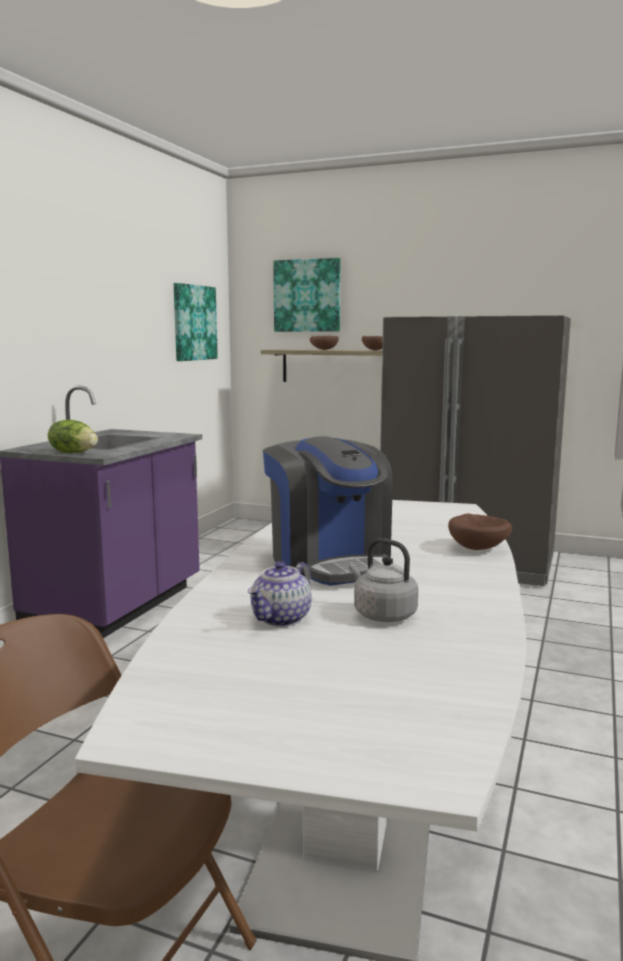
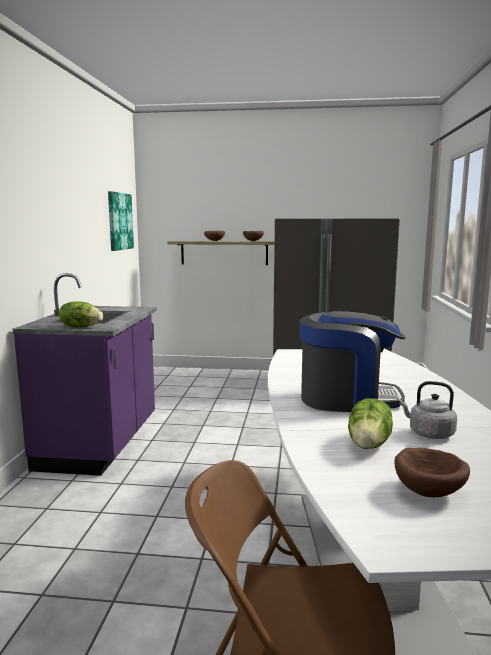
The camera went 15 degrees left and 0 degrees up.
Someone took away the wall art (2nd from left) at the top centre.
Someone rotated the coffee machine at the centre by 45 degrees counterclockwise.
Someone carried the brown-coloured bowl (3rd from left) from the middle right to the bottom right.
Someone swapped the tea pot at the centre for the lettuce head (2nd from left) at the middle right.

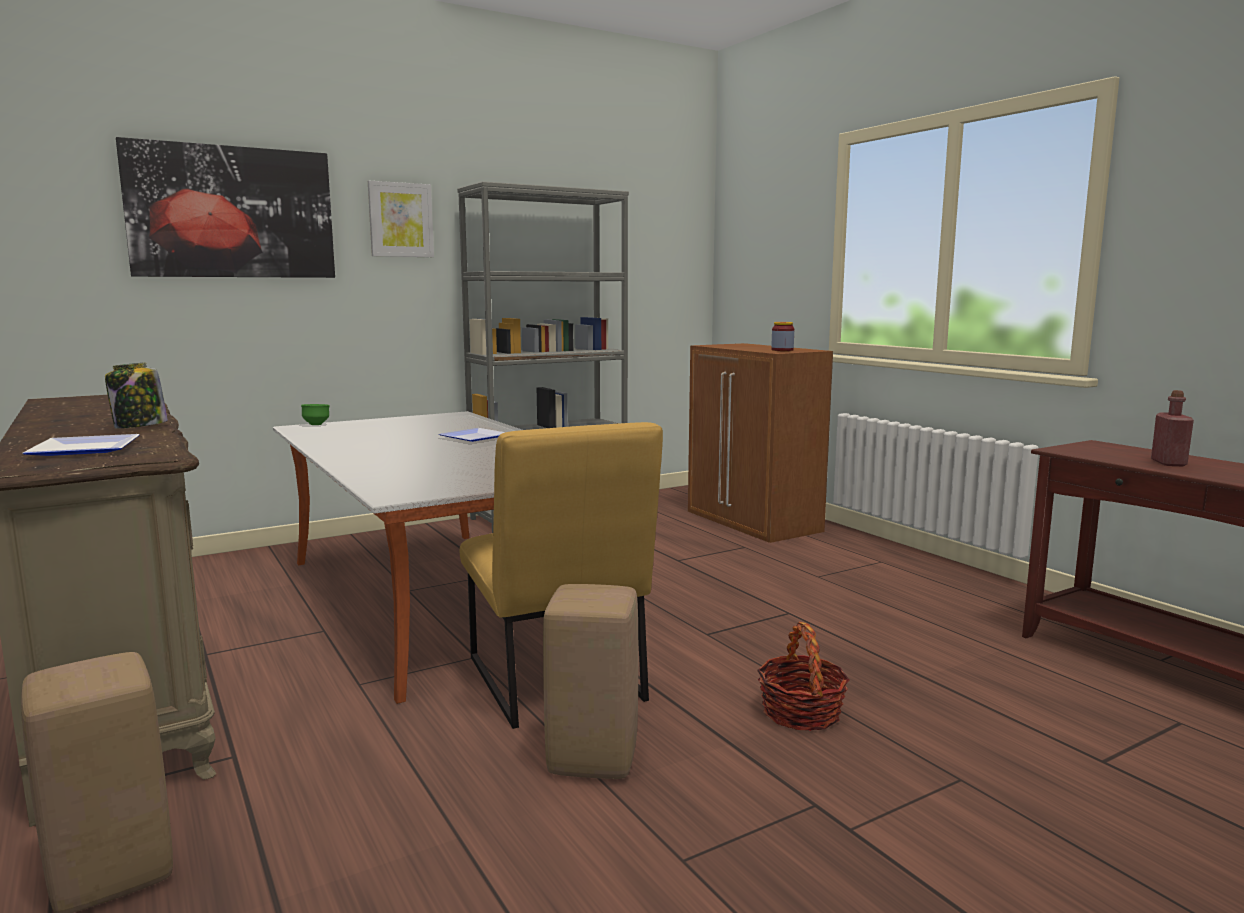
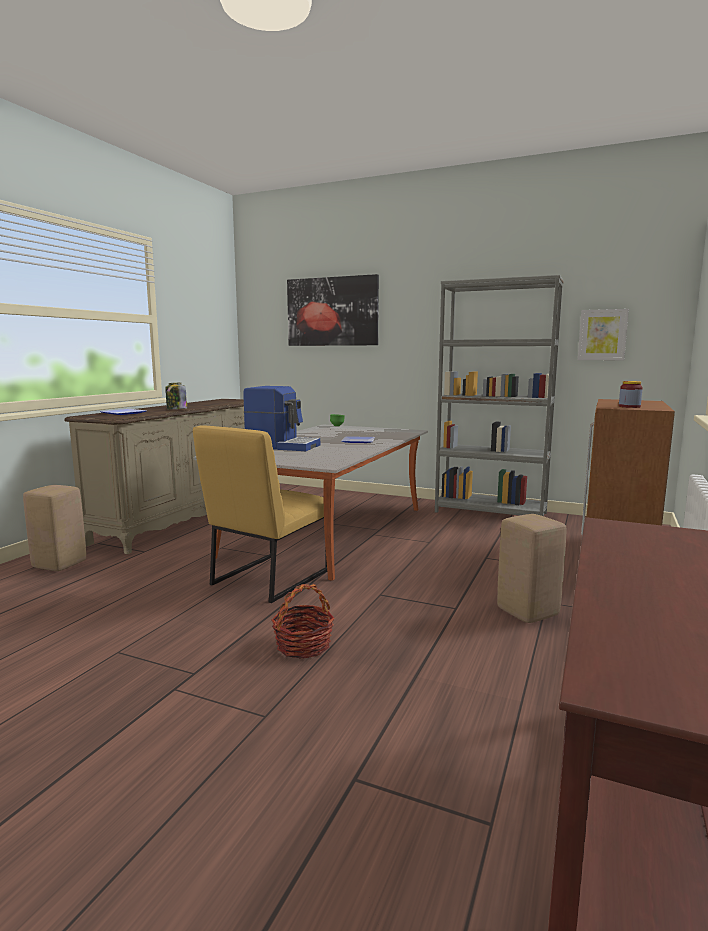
The camera went 55 degrees right and 0 degrees up.
Someone carried the wall art (2nd from left) from the top left to the middle right.
Someone took away the reddish beverage bottle at the middle right.
Someone carried the sand-coloured stool seat (2nd from left) from the bottom centre to the middle right.
Someone put down the coffee machine at the centre.

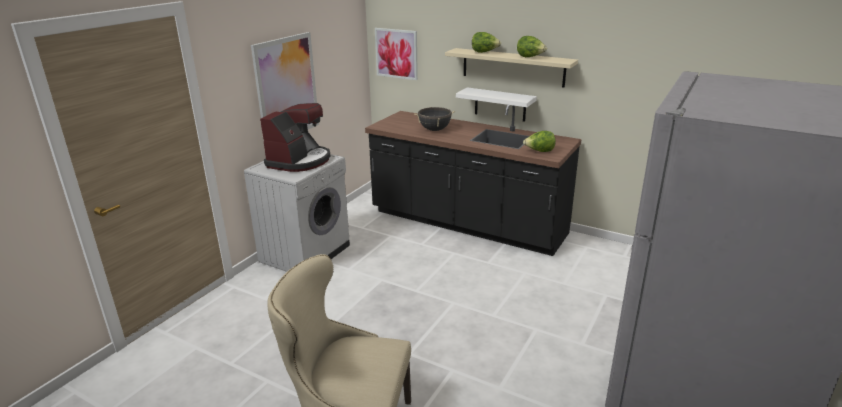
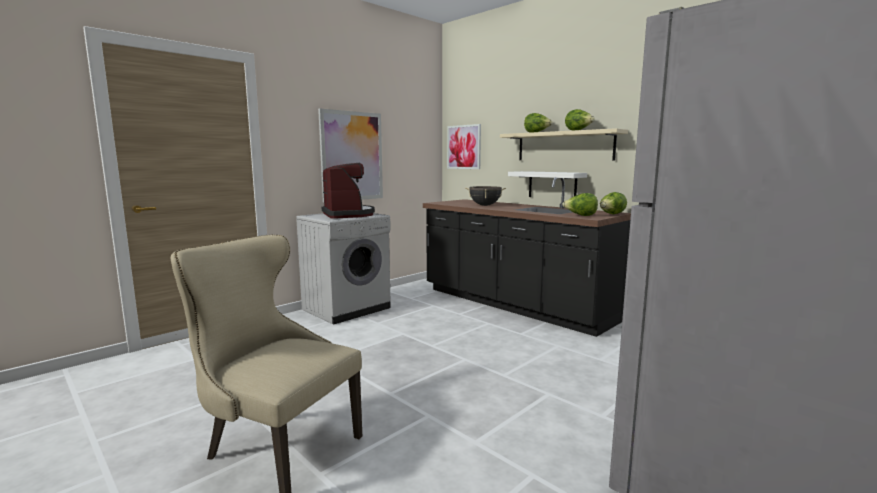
The camera went 15 degrees right and 15 degrees down.
Someone rotated the coffee machine at the centre by 60 degrees counterclockwise.
Someone put down the lettuce head (4th from left) at the middle right.

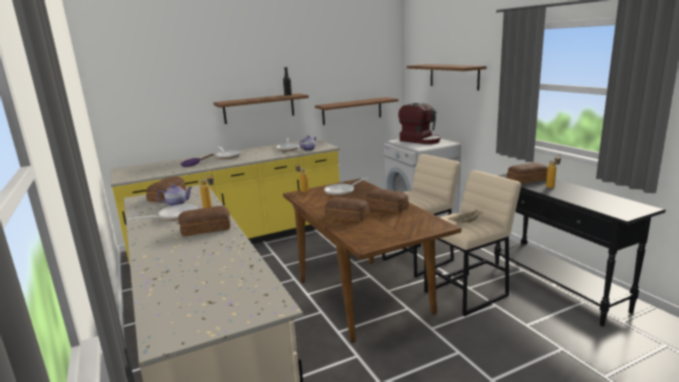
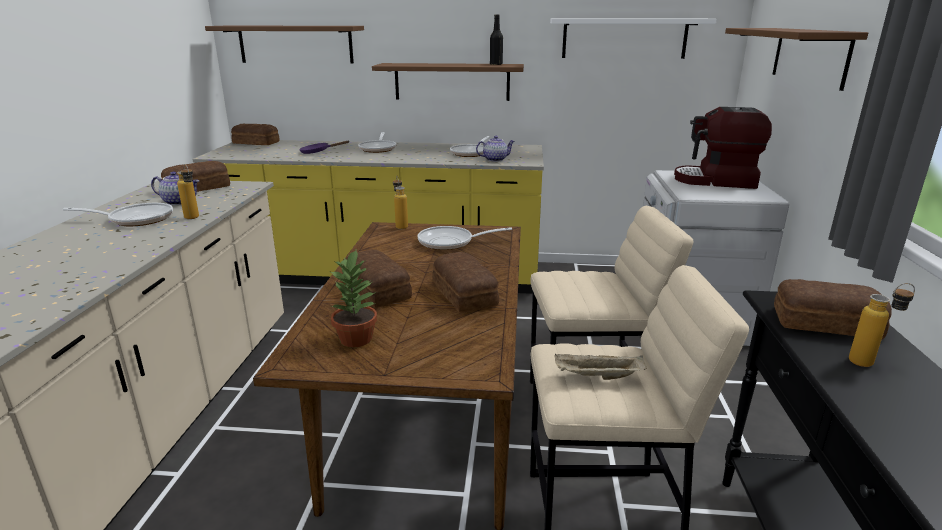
The camera went 30 degrees right and 5 degrees up.
Someone carried the brown-coloured wall shelf (2nd from left in the first image) from the top centre to the top left.
Someone rotated the coffee machine at the top centre by 120 degrees clockwise.
Someone carried the bread (2nd from left) from the middle left to the top left.
Someone put up the whitish wall shelf at the top right.
Someone put down the houseplant at the centre.

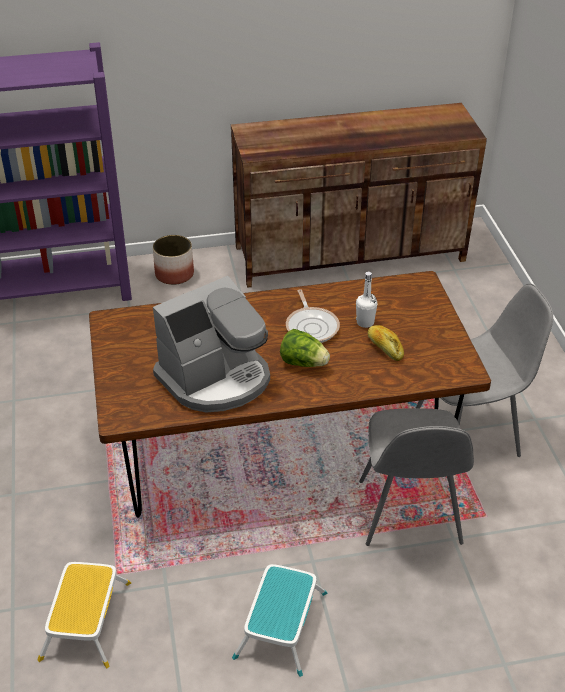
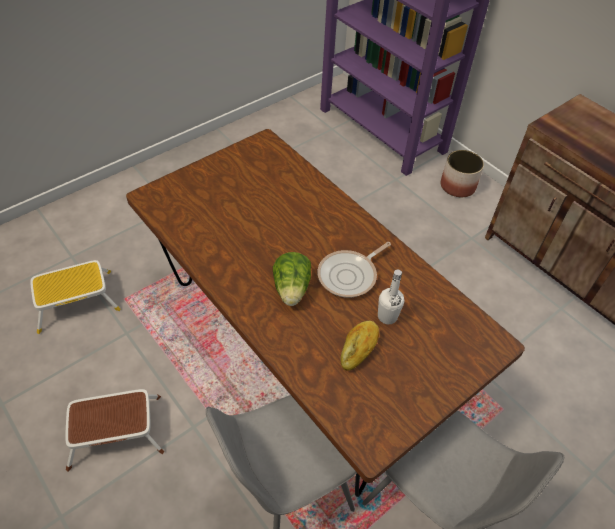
The camera went 60 degrees right and 10 degrees up.
Someone took away the coffee machine at the centre.
Someone repainted the turquoise stepladder at the bottom centre, which became the brown-coloured stepladder at the bottom left.

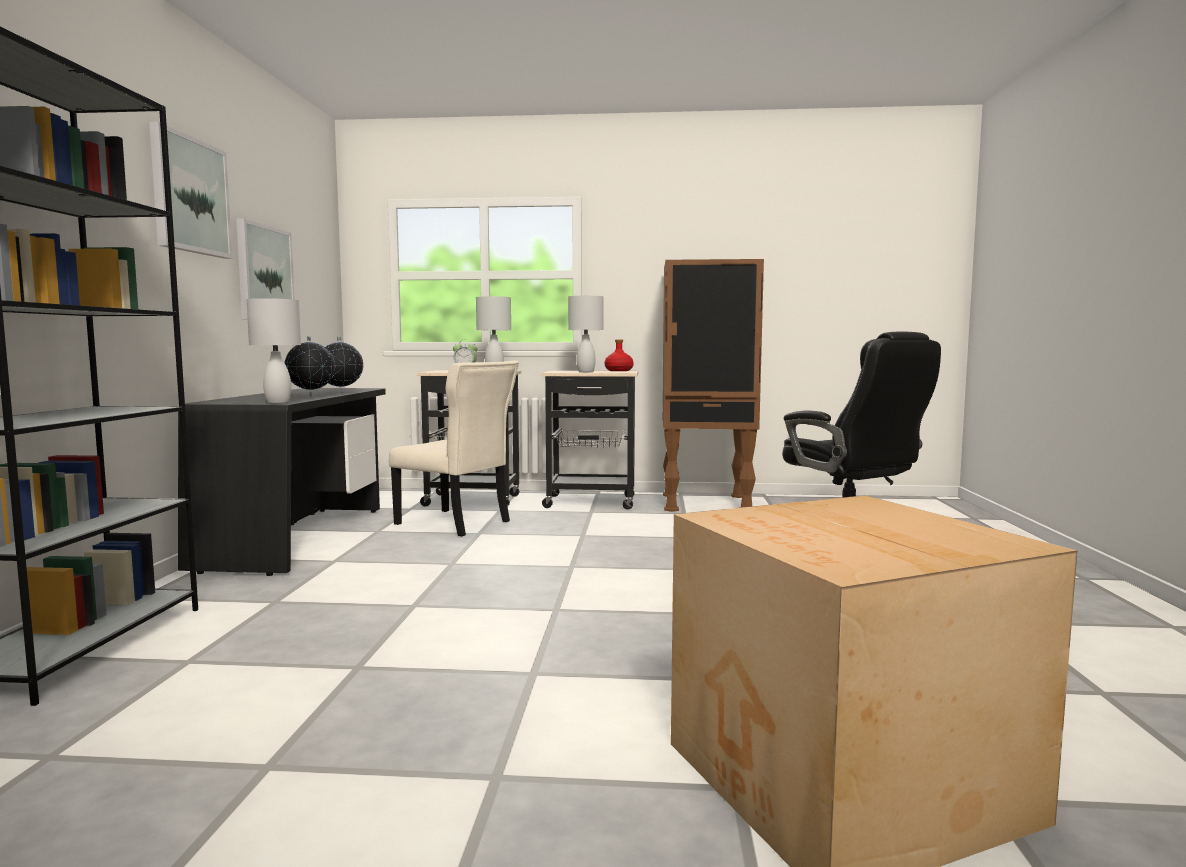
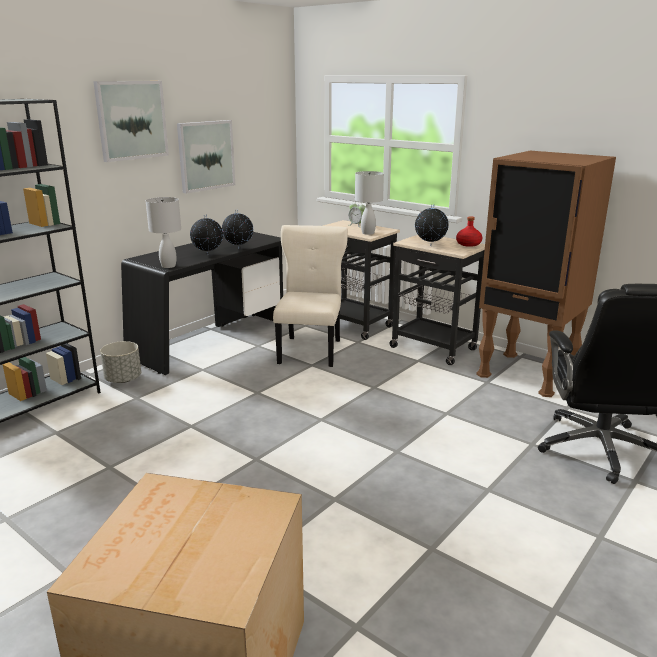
The camera went 35 degrees right and 15 degrees up.
Someone swapped the whitish table lamp (3rd from left) at the centre for the desk globe (3rd from left) at the centre.
Someone rotated the sand-coloured upright chair at the centre by 150 degrees counterclockwise.
Someone put down the grey flower pot at the middle left.

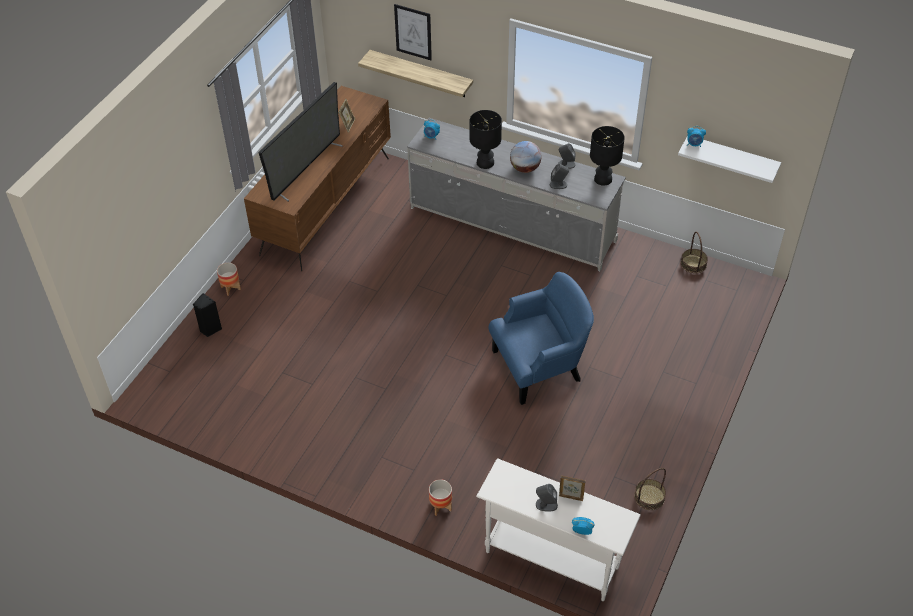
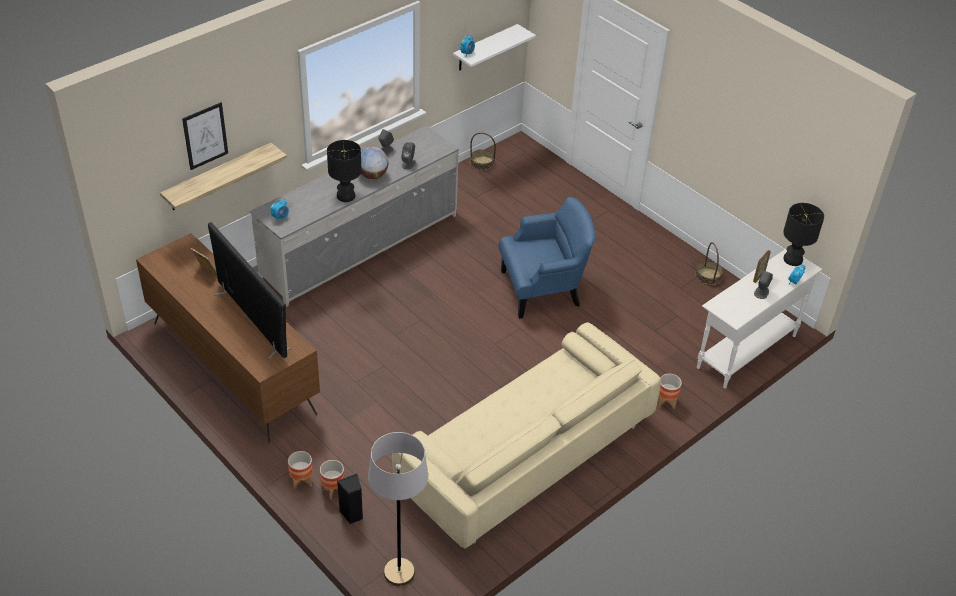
The camera went 70 degrees left and 5 degrees down.
Someone carried the black-coloured table lamp (2nd from left) from the top centre to the middle right.
Someone rotated the blue-coloured armchair at the centre by 75 degrees clockwise.
Someone put down the sand-coloured couch at the bottom centre.
Someone put down the grey standing lamp at the bottom centre.
Someone put down the flower pot (2nd from left) at the bottom centre.

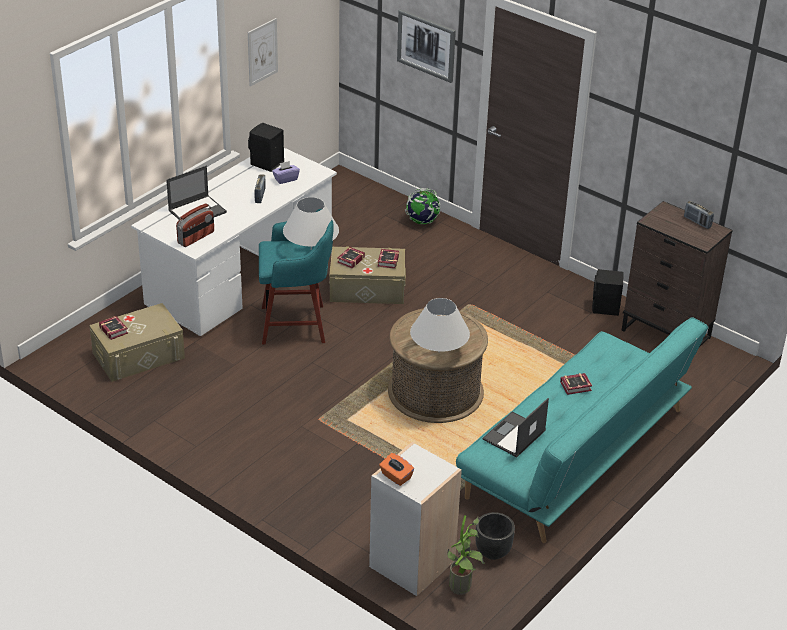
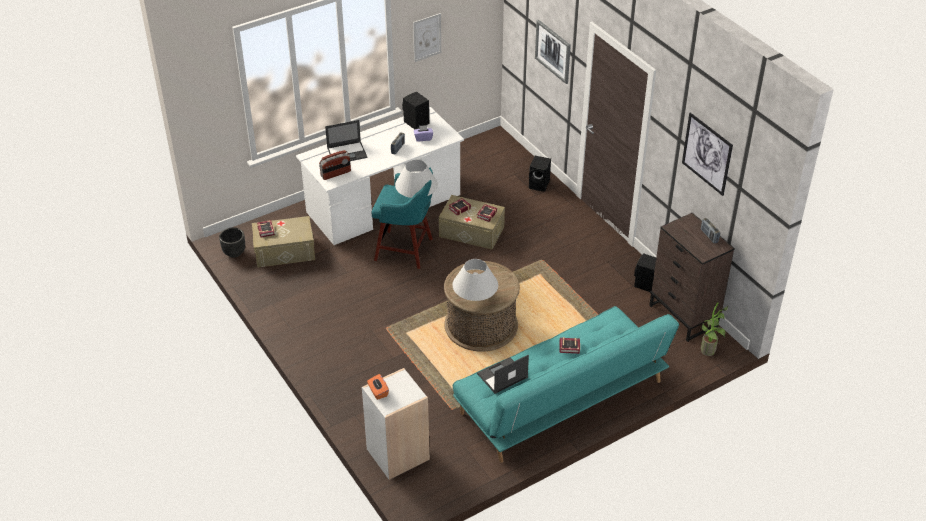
The camera went 20 degrees right and 5 degrees up.
Someone swapped the desk globe at the top centre for the black-coloured speaker (2nd from left) at the top centre.
Someone carried the black-coloured flower pot from the bottom centre to the middle left.
Someone carried the houseplant from the bottom centre to the middle right.
Someone put up the wall art (3rd from left) at the top right.

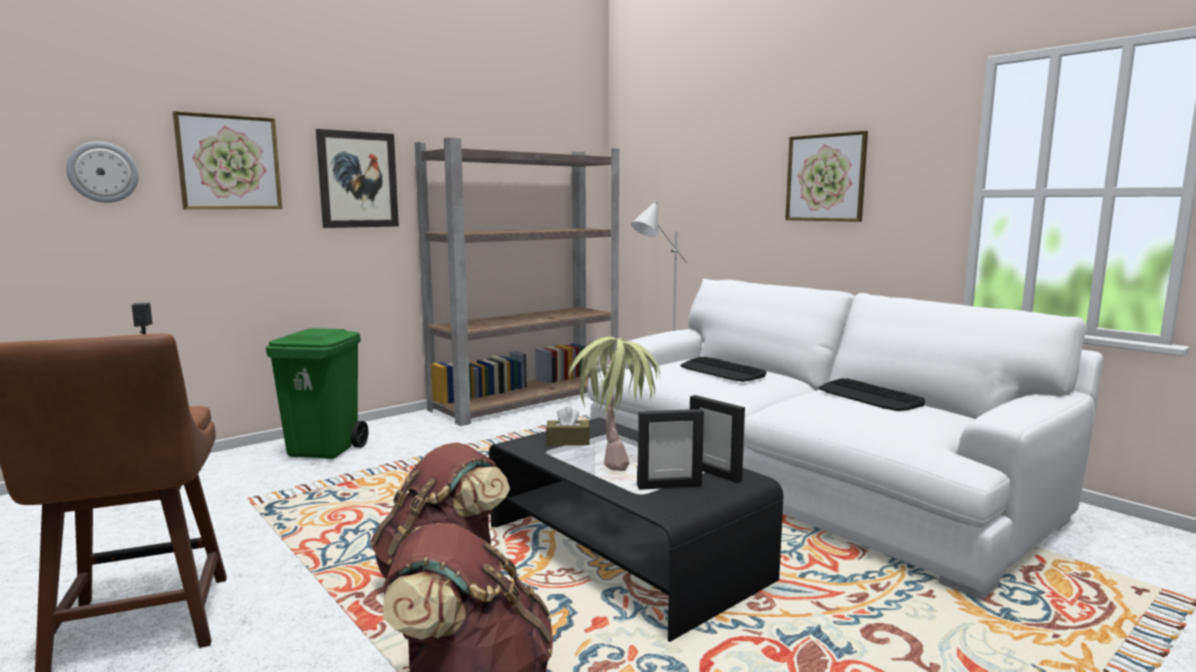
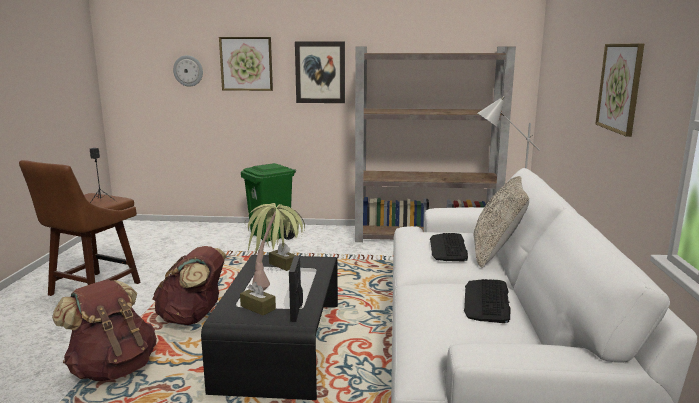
The camera went 45 degrees right and 5 degrees up.
Someone swapped the photo frame (1st from left) at the bottom centre for the brown-coloured tissue holder (1st from left) at the bottom centre.
Someone put down the sand-coloured cushion at the middle right.

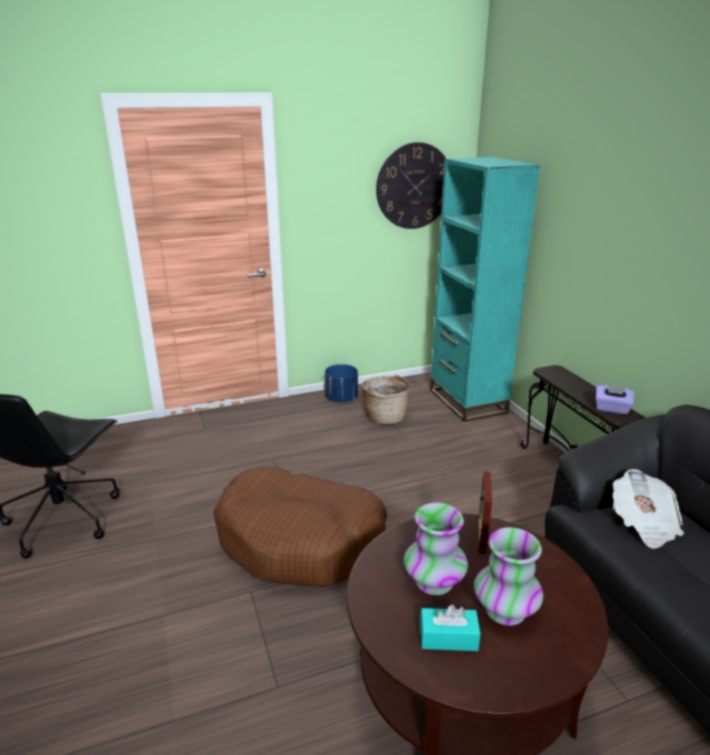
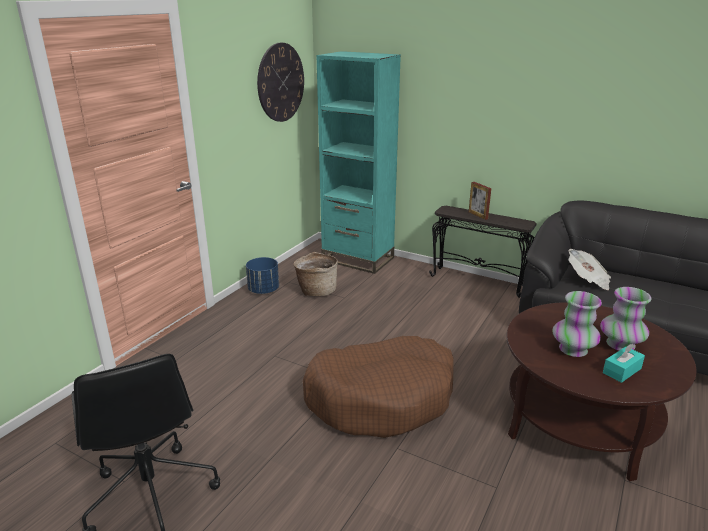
The camera went 40 degrees left and 0 degrees up.
Someone took away the purple-coloured tissue holder at the middle right.
Someone carried the photo frame from the bottom right to the middle right.

